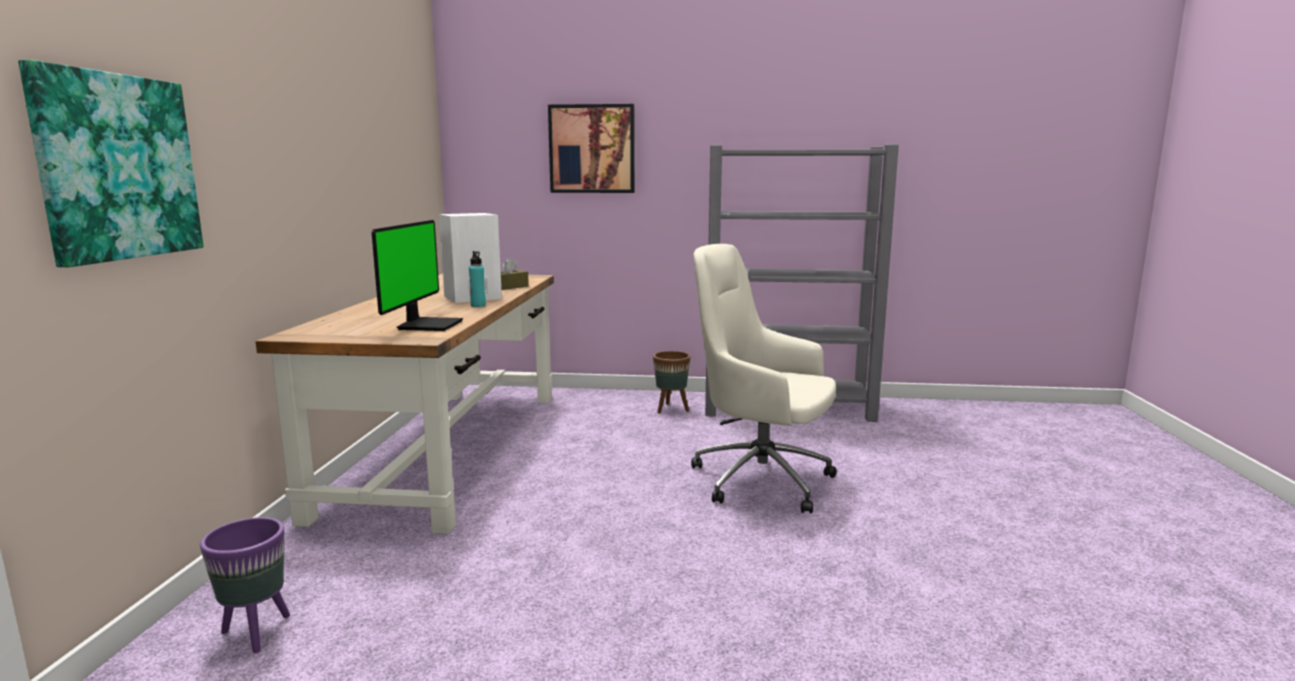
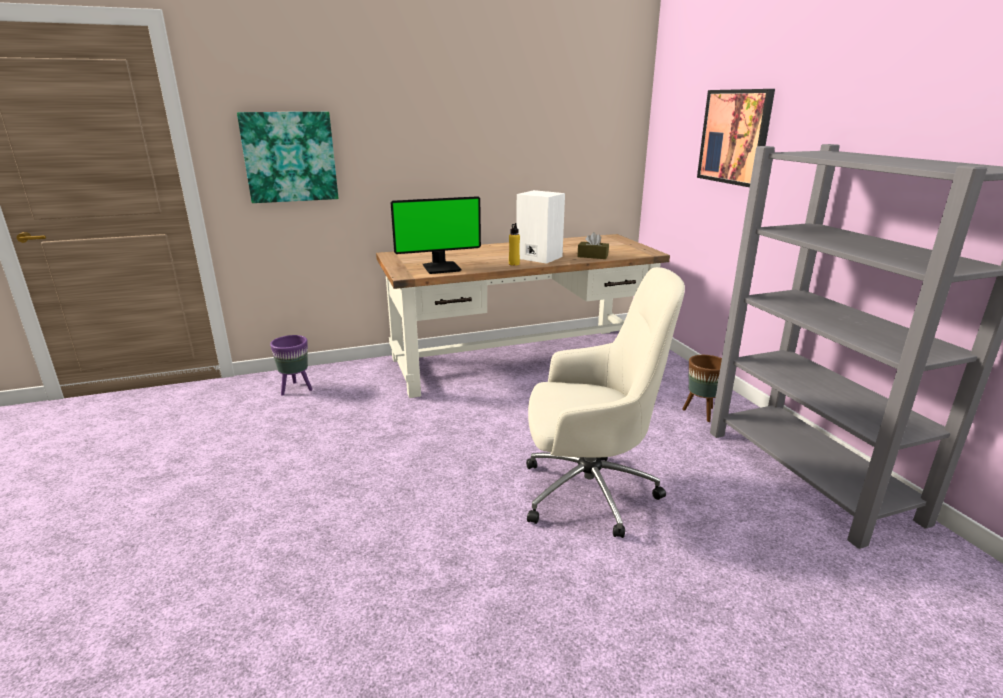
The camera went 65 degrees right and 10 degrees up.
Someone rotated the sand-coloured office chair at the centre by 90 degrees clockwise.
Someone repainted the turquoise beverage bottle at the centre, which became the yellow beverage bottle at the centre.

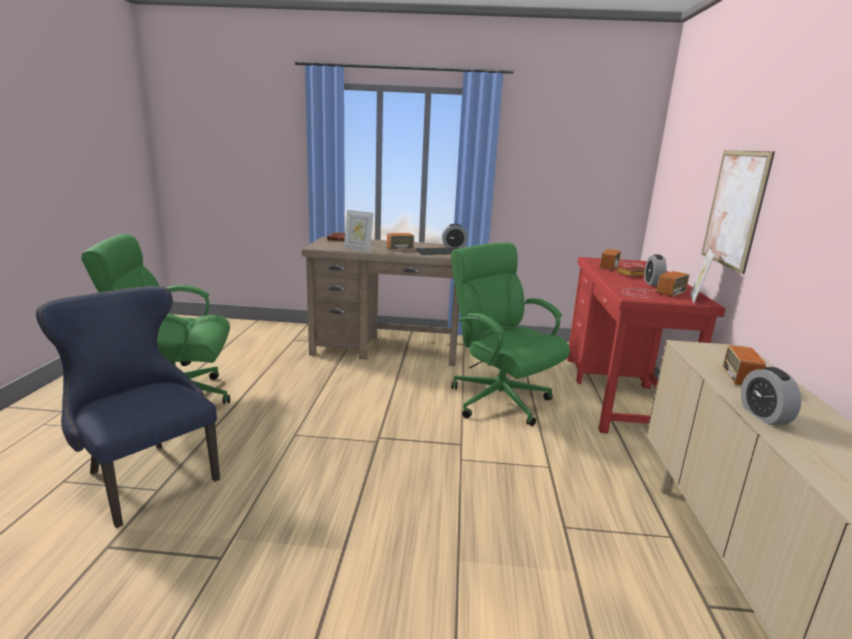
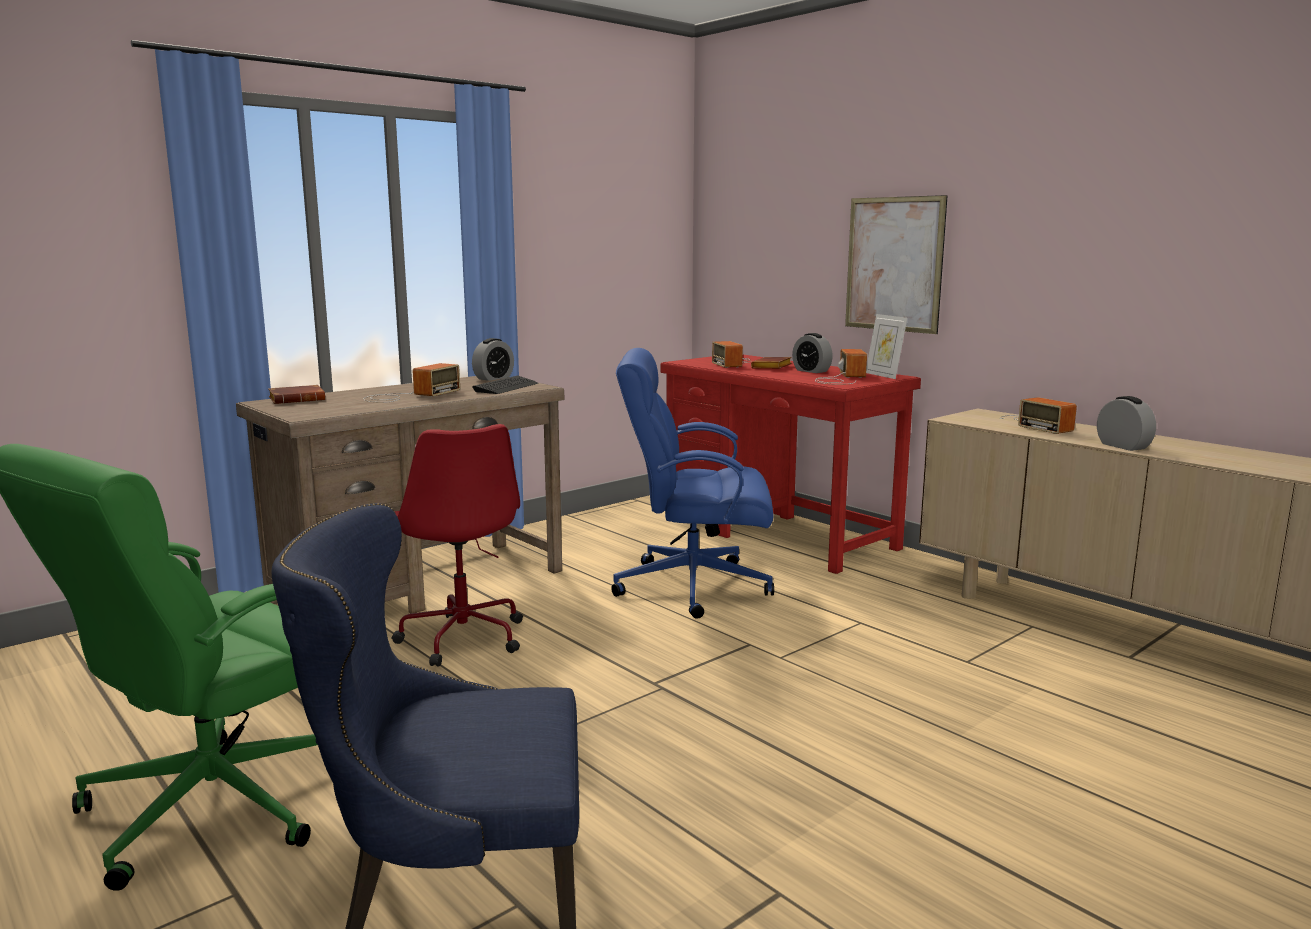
The camera went 45 degrees left and 5 degrees down.
Someone took away the photo frame (1st from left) at the centre.
Someone repainted the greenish office chair (2nd from left) at the centre, which became the blue-coloured office chair at the centre.
Someone rotated the alarm clock (3rd from left) at the middle right by 150 degrees counterclockwise.
Someone put down the reddish office chair at the centre.

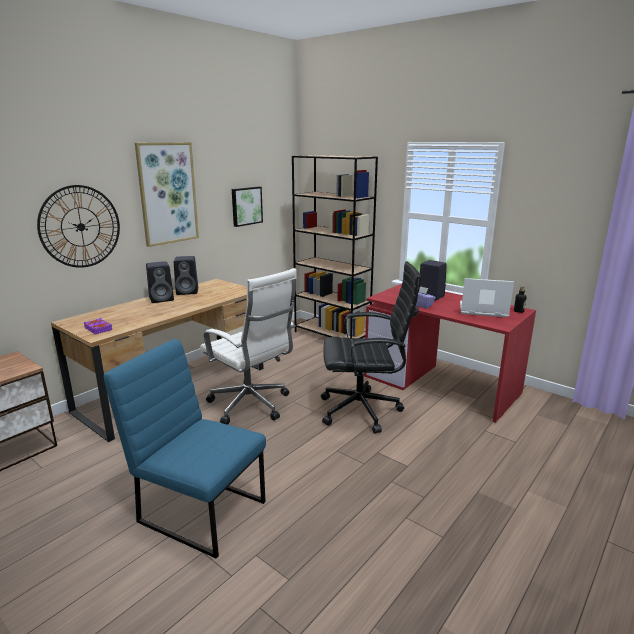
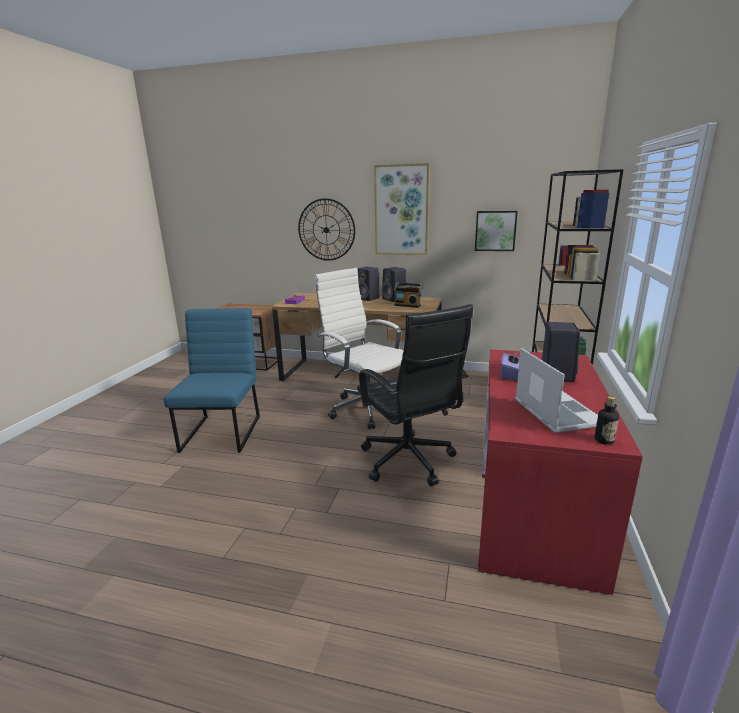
The camera went 65 degrees right and 0 degrees up.
Someone rotated the whitish office chair at the centre by 120 degrees clockwise.
Someone put down the radio at the centre.

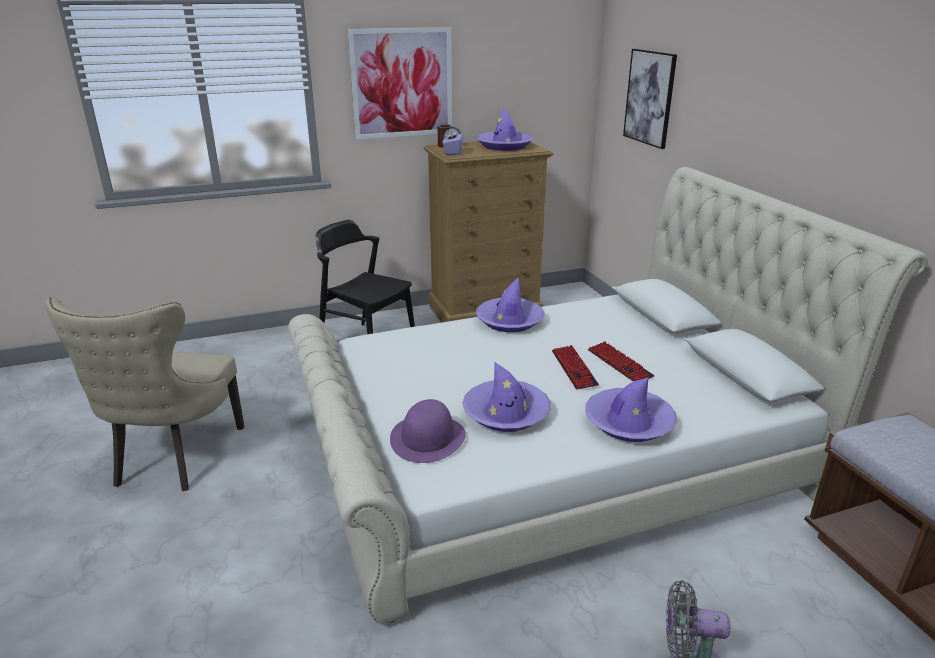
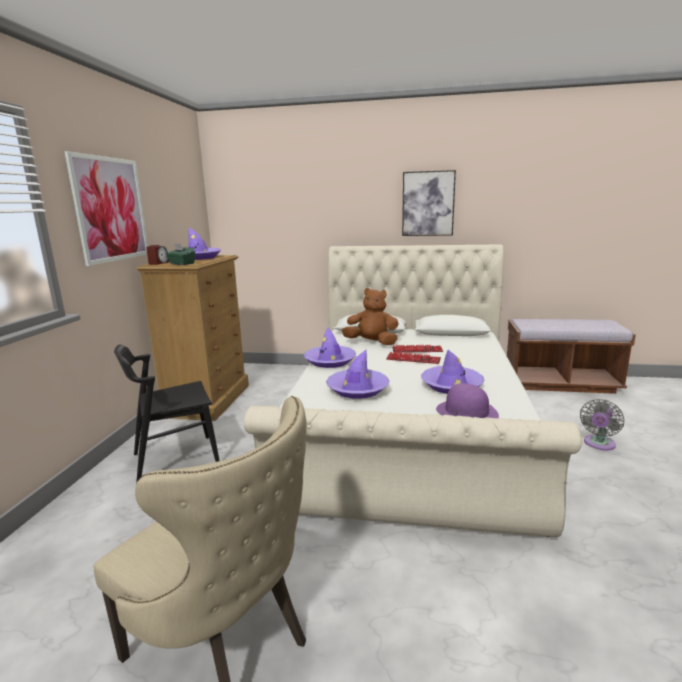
The camera went 60 degrees left and 10 degrees down.
Someone carried the wall art (2nd from left) from the top right to the top centre.
Someone repainted the purple-coloured tissue holder at the top centre, which became the greenish tissue holder at the middle left.
Someone carried the purple-coloured wearable hat (5th from left in the first image) from the middle right to the centre.
Someone put down the brown-coloured soft toy at the centre.

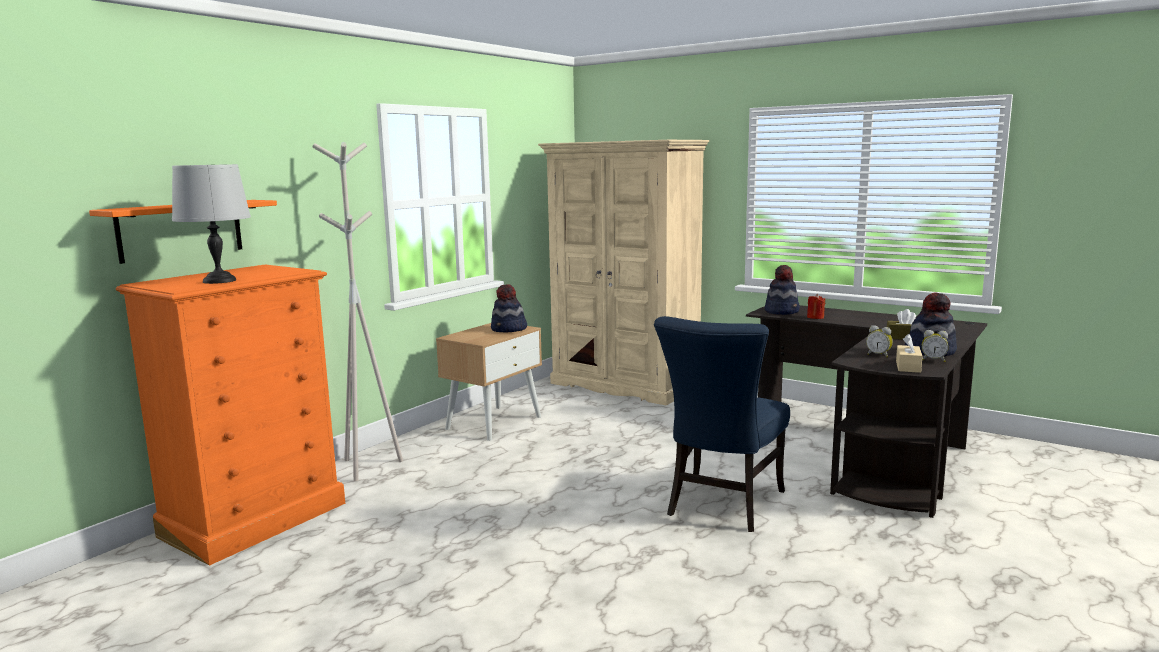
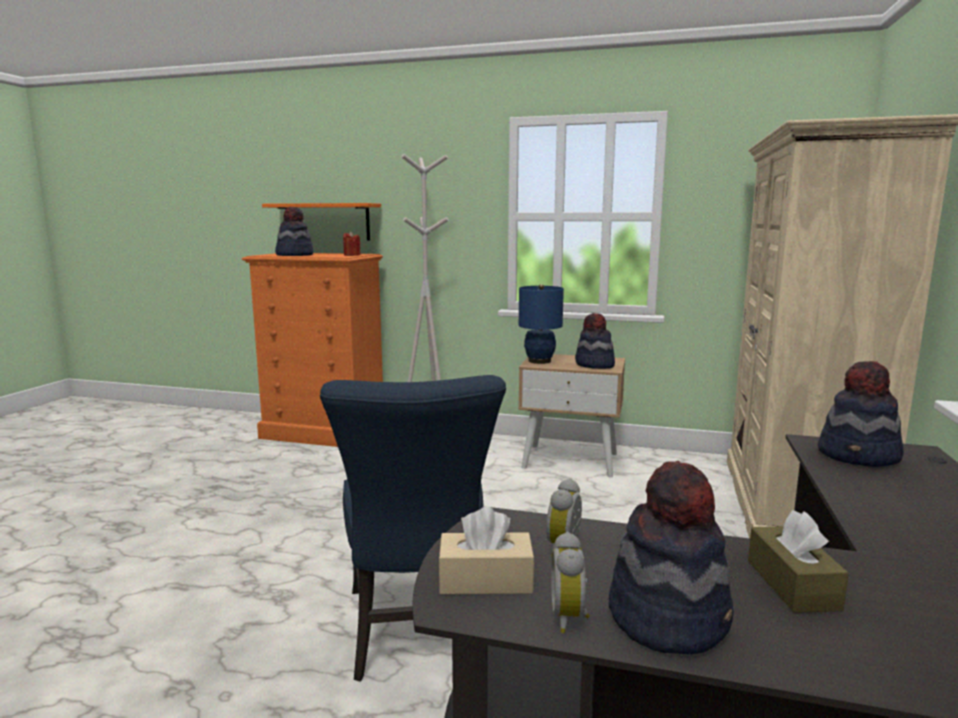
The camera went 70 degrees right and 0 degrees up.
Someone swapped the grey table lamp at the middle left for the wearable hat (1st from left) at the top left.
Someone carried the reddish wax light from the middle right to the centre.
Someone rotated the blue-coloured upright chair at the centre by 105 degrees counterclockwise.
Someone put down the blue-coloured table lamp at the centre.

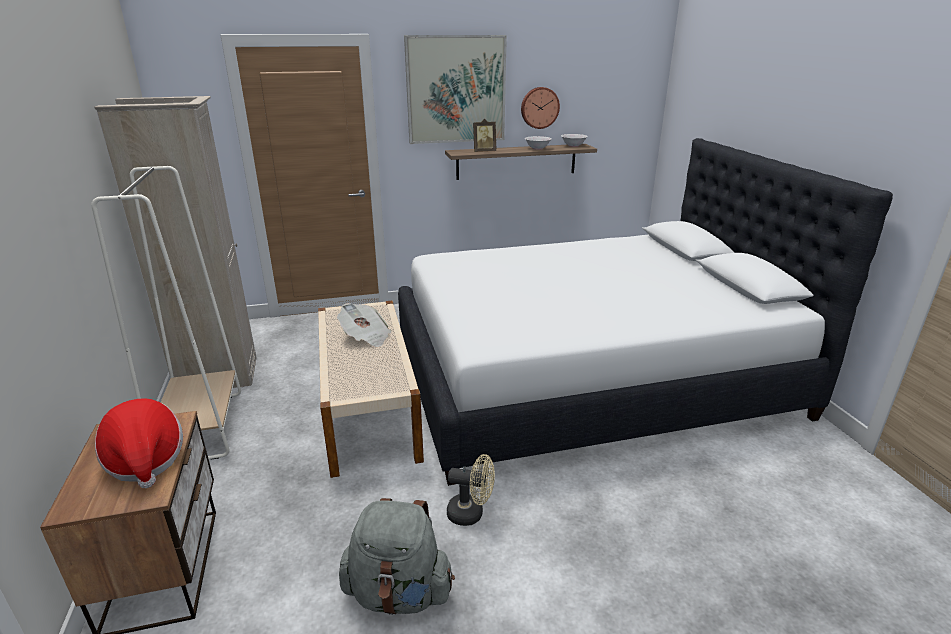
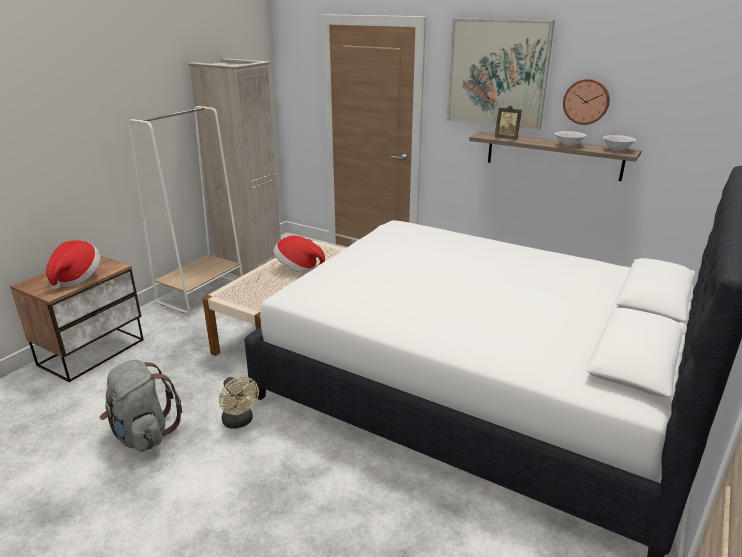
The camera went 45 degrees right and 0 degrees up.
Someone swapped the newspaper at the centre for the wearable hat (2nd from left) at the centre.

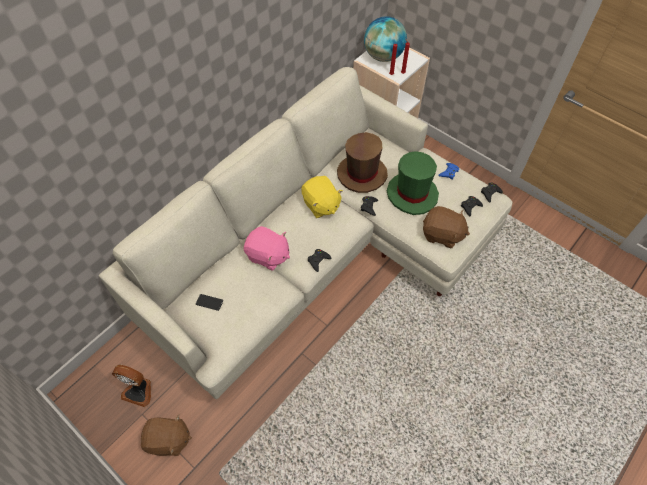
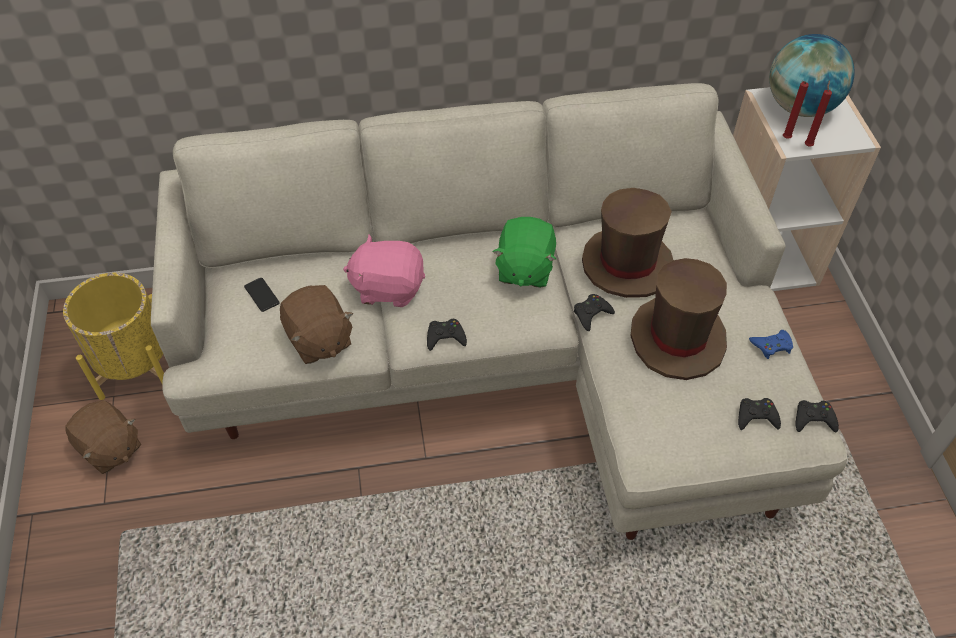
The camera went 40 degrees right and 5 degrees down.
Someone repainted the greenish wearable hat at the centre, which became the brown-coloured wearable hat (2nd from left) at the middle right.
Someone repainted the yellow soft toy at the centre, which became the greenish soft toy at the centre.
Someone carried the brown-coloured soft toy (2nd from left) from the middle right to the middle left.
Someone rotated the pink-coloured soft toy at the centre by 120 degrees clockwise.
Someone swapped the electric fan at the bottom left for the yellow flower pot at the middle left.

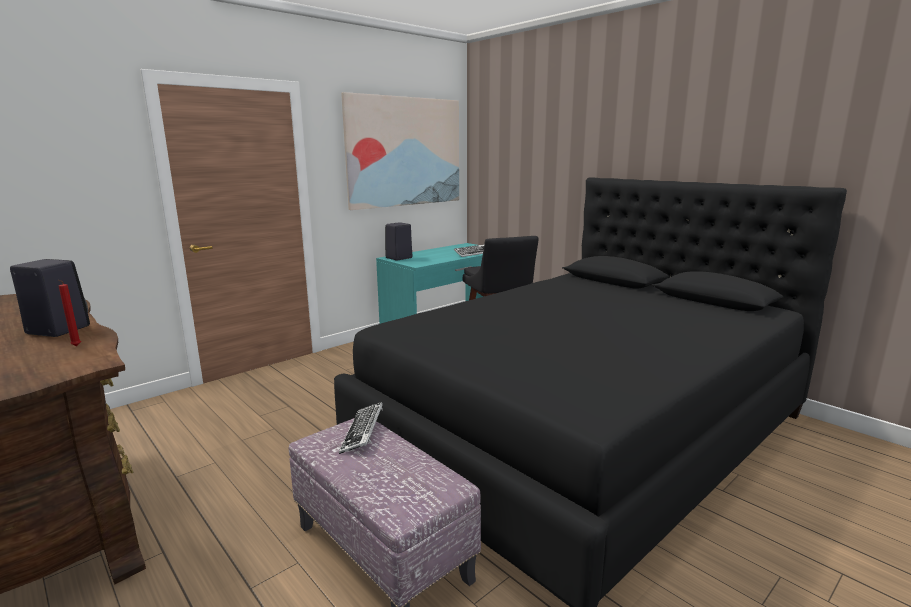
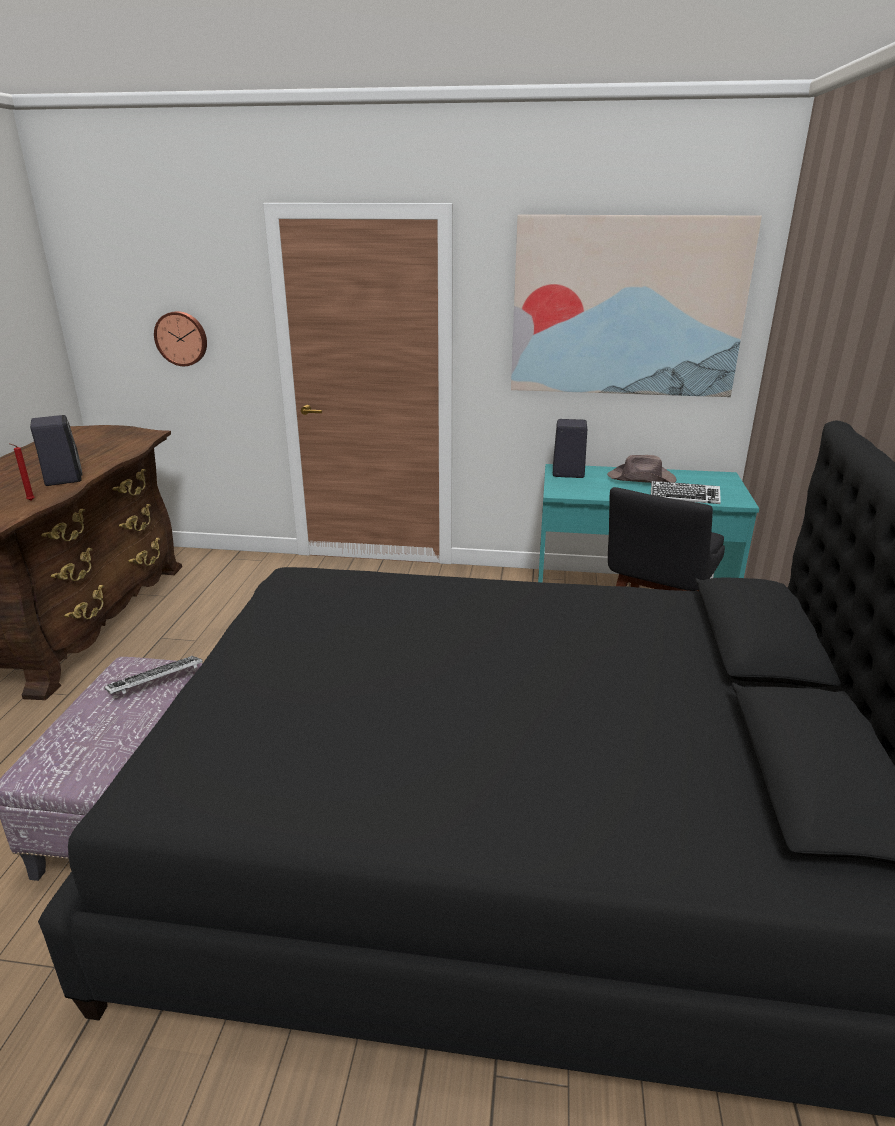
The camera went 50 degrees right and 10 degrees up.
Someone put up the clock on the wall at the top left.
Someone put down the brown-coloured wearable hat at the middle right.

